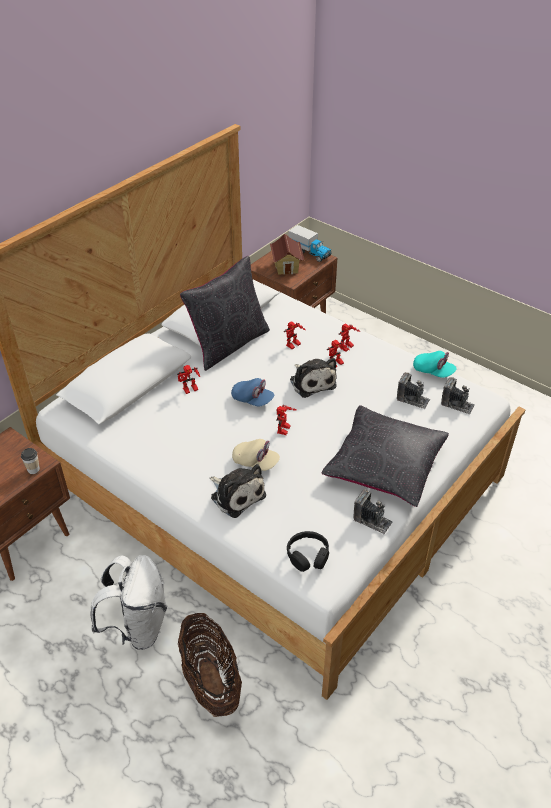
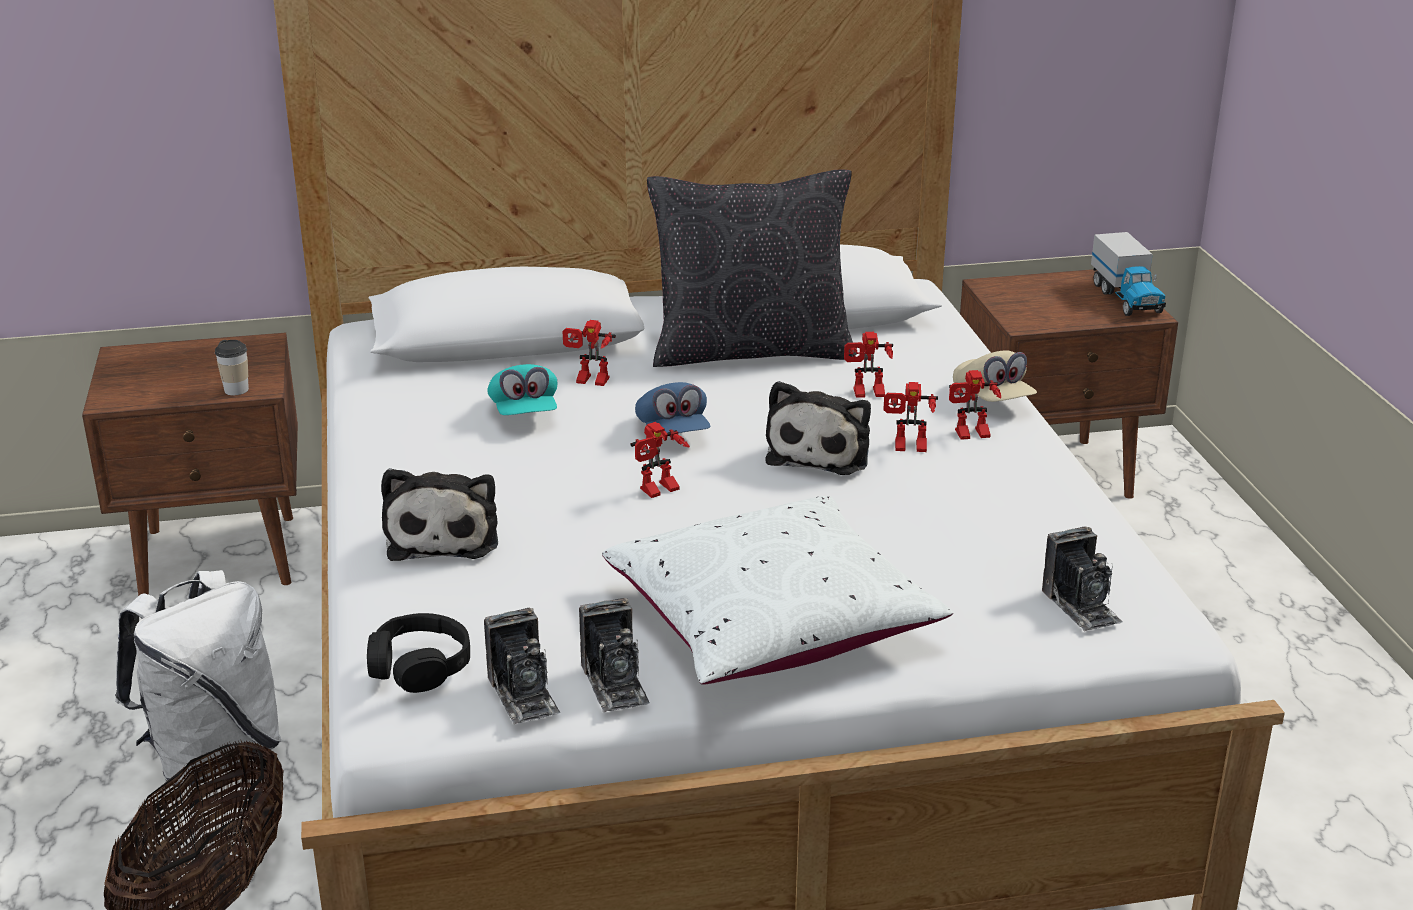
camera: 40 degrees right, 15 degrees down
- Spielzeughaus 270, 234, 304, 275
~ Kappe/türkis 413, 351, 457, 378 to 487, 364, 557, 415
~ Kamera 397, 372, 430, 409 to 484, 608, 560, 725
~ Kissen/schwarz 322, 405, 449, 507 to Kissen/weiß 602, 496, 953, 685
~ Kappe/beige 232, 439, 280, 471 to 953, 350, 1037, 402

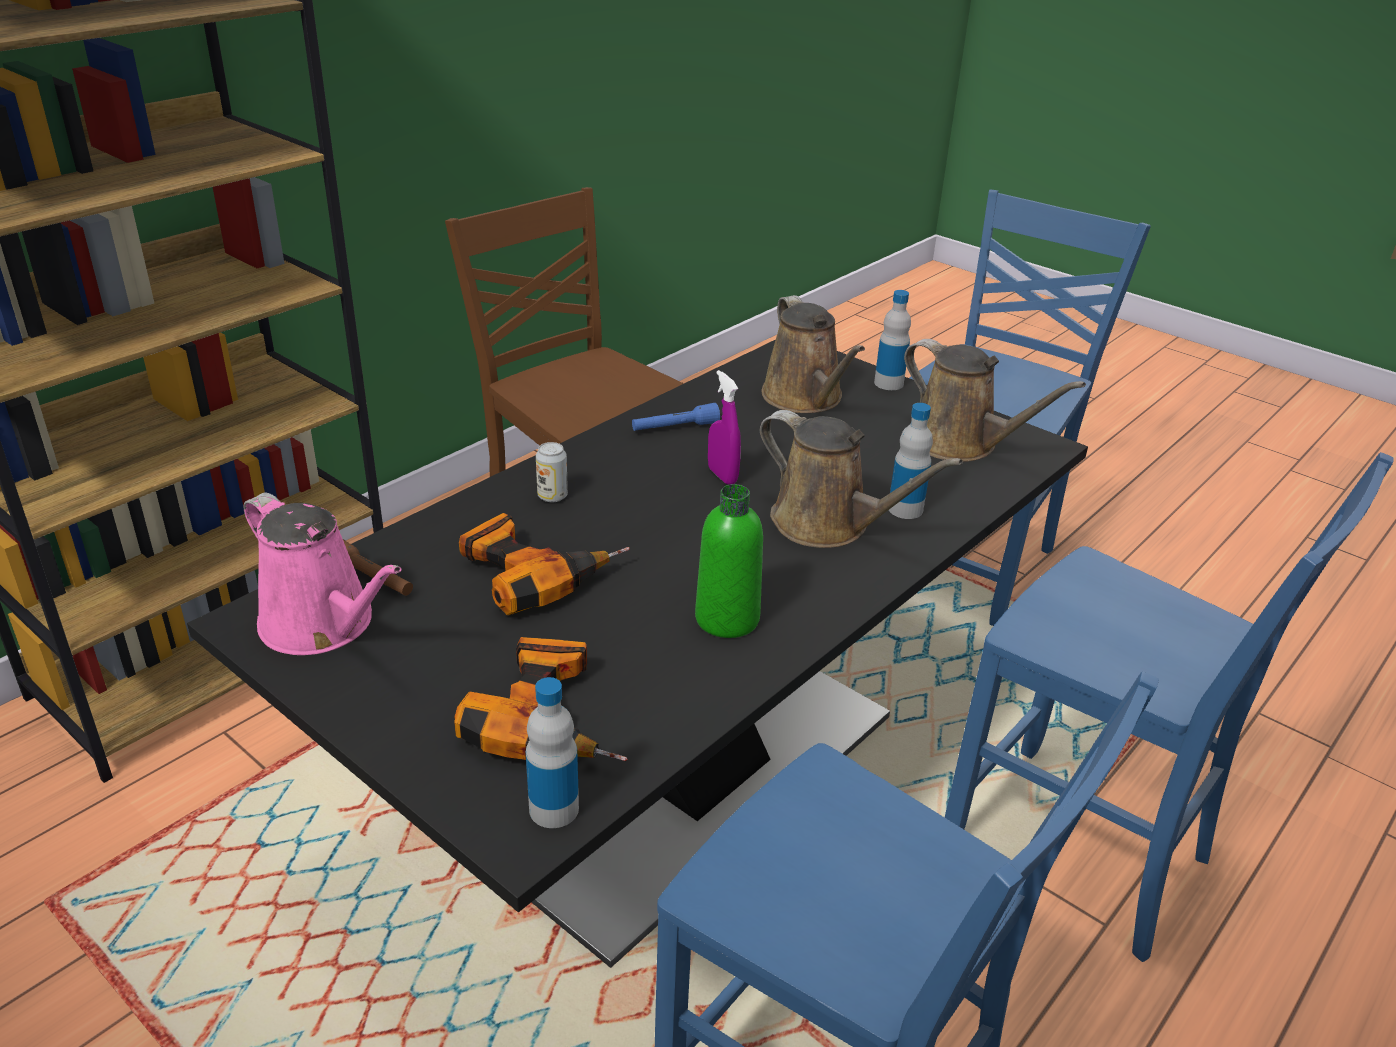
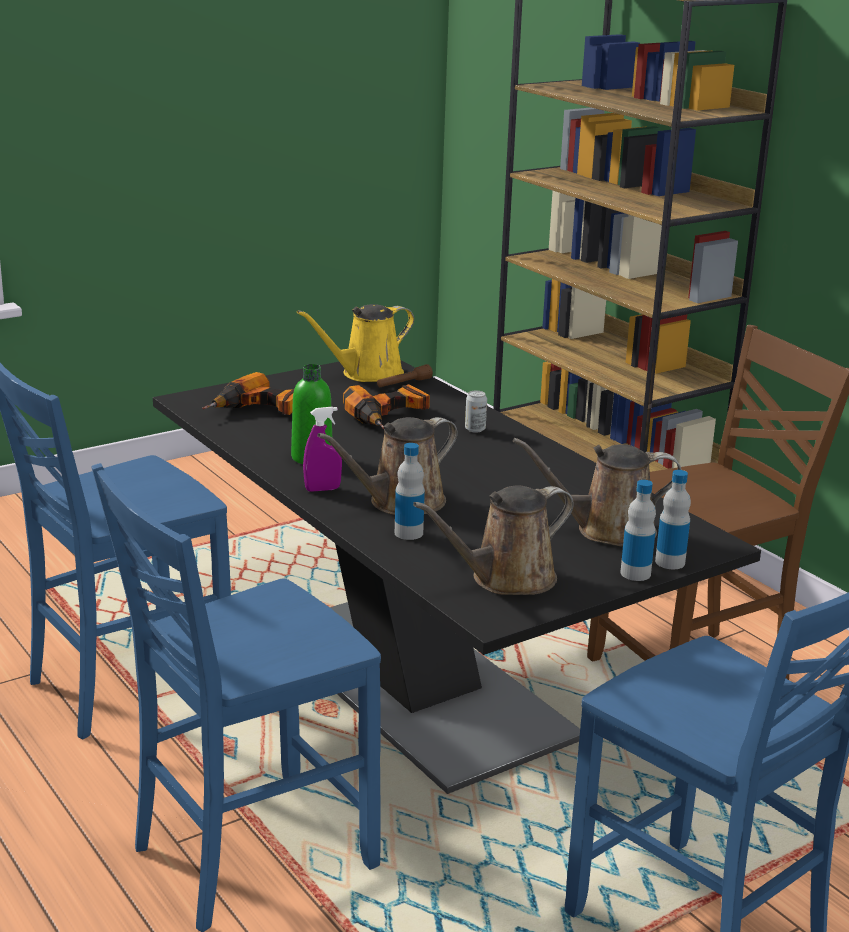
camera: 105 degrees right, 10 degrees down
~ Sprühflasche/lila 708, 370, 741, 485 to 303, 407, 342, 492
- Taschenlampe/blau 632, 403, 720, 431
~ Gießkanne/rosa 243, 492, 402, 655 to Gießkanne/gelb 297, 304, 414, 382
~ Flasche 526, 677, 579, 828 to 655, 470, 691, 569

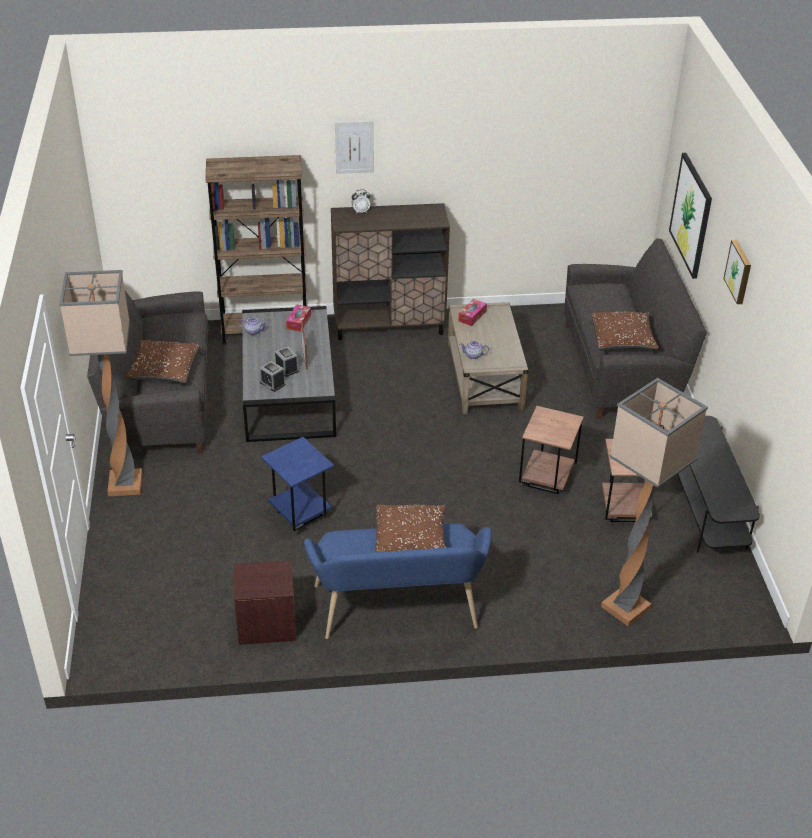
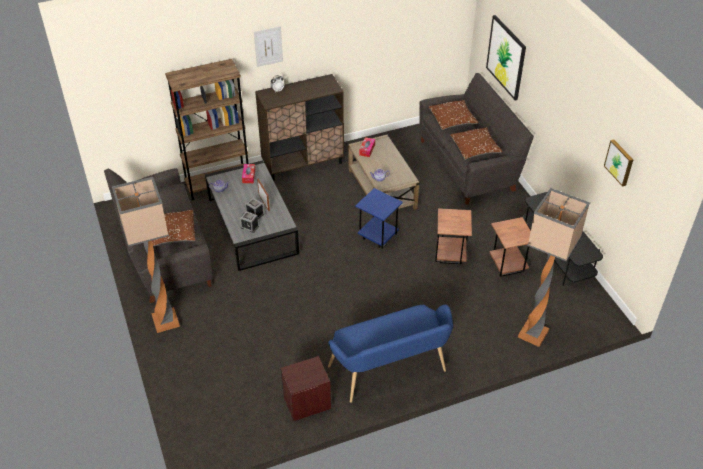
camera: 15 degrees left, 5 degrees up
~ Bild 723, 240, 751, 304 to 604, 139, 633, 187
~ Beistelltisch/blau 261, 437, 334, 531 to 355, 188, 403, 249
~ Kissen/braun 376, 505, 447, 552 to 428, 100, 479, 131

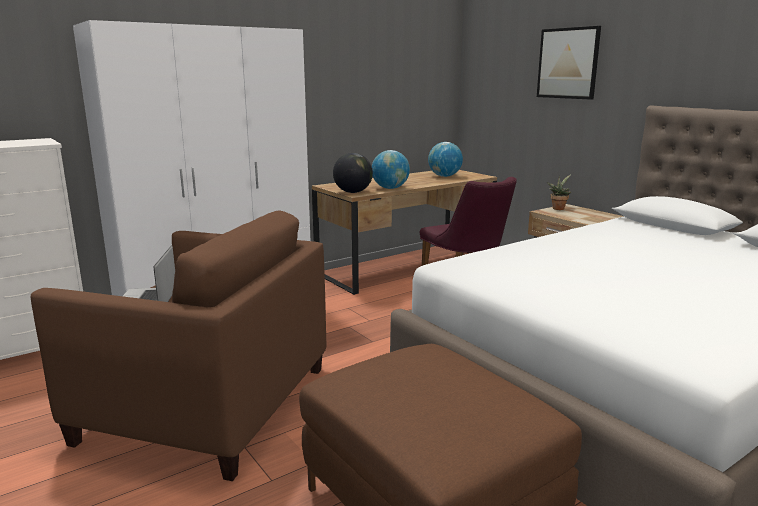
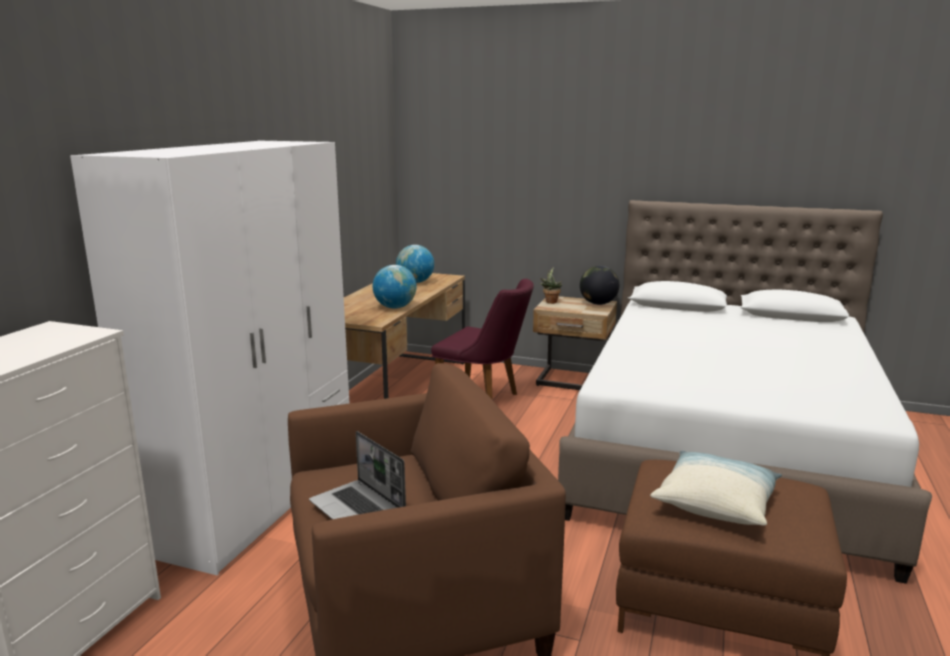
camera: 35 degrees left, 0 degrees up
- Bild 537, 26, 601, 100
~ Globus 333, 153, 373, 193 to 580, 266, 619, 305
+ Kissen 650, 450, 782, 526

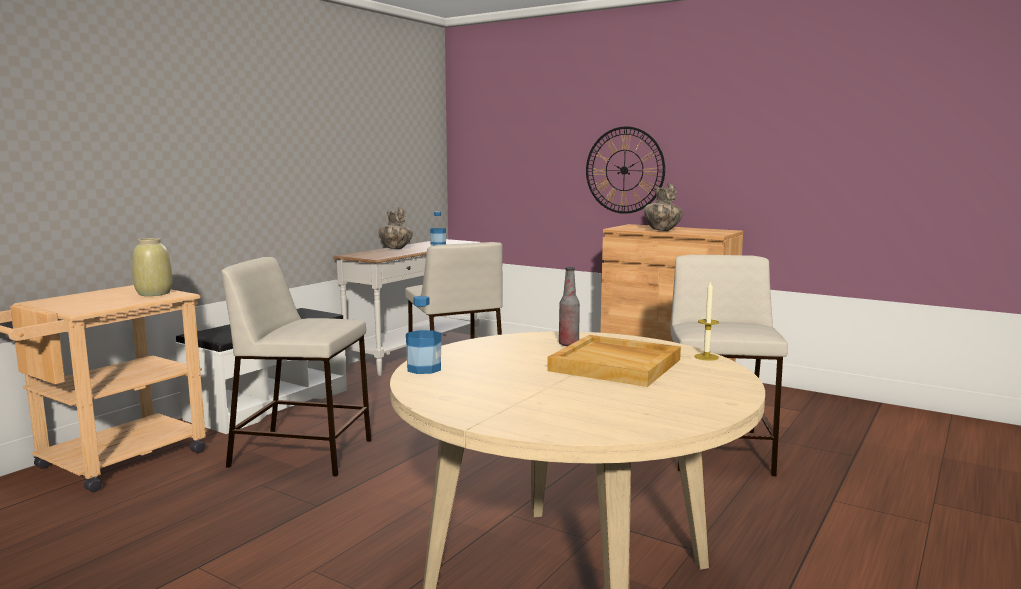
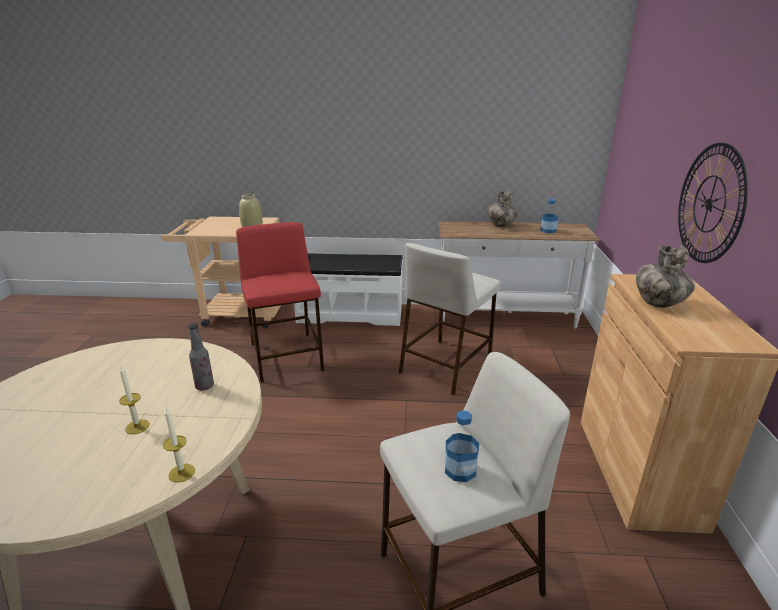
camera: 60 degrees right, 15 degrees up
~ Hocker/beige 221, 257, 371, 477 to Hocker/rot 236, 222, 324, 383
~ Flasche 406, 296, 441, 374 to 445, 410, 479, 482
~ Tablett/beige 547, 335, 681, 387 to Kerze 119, 366, 150, 434

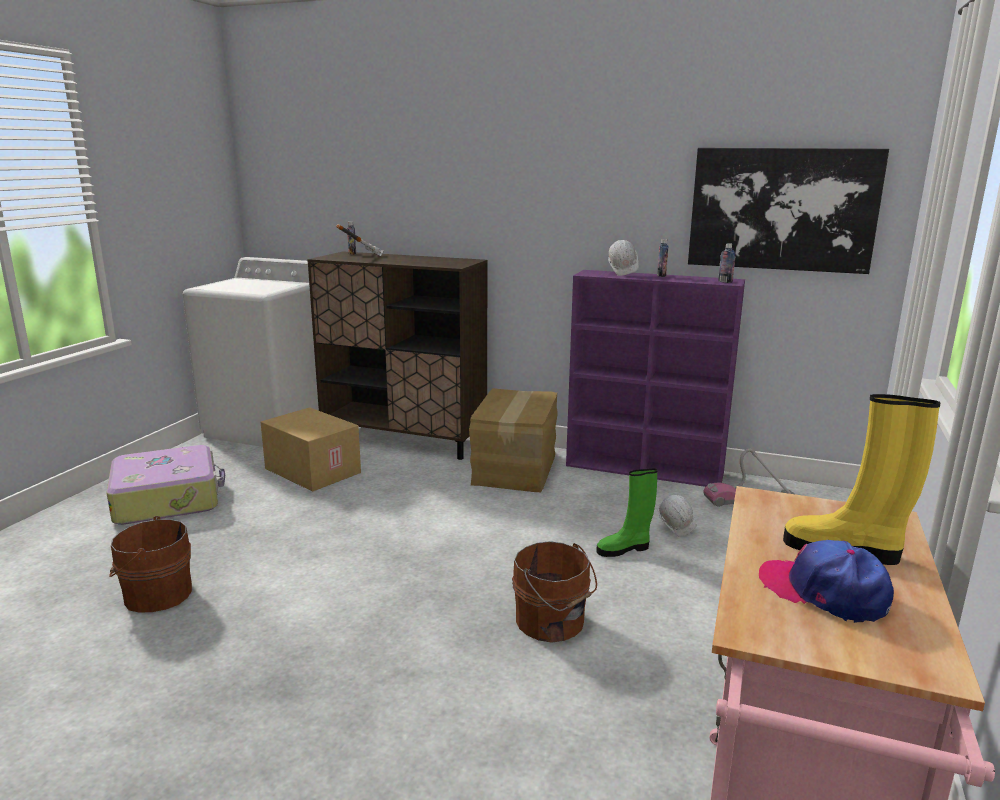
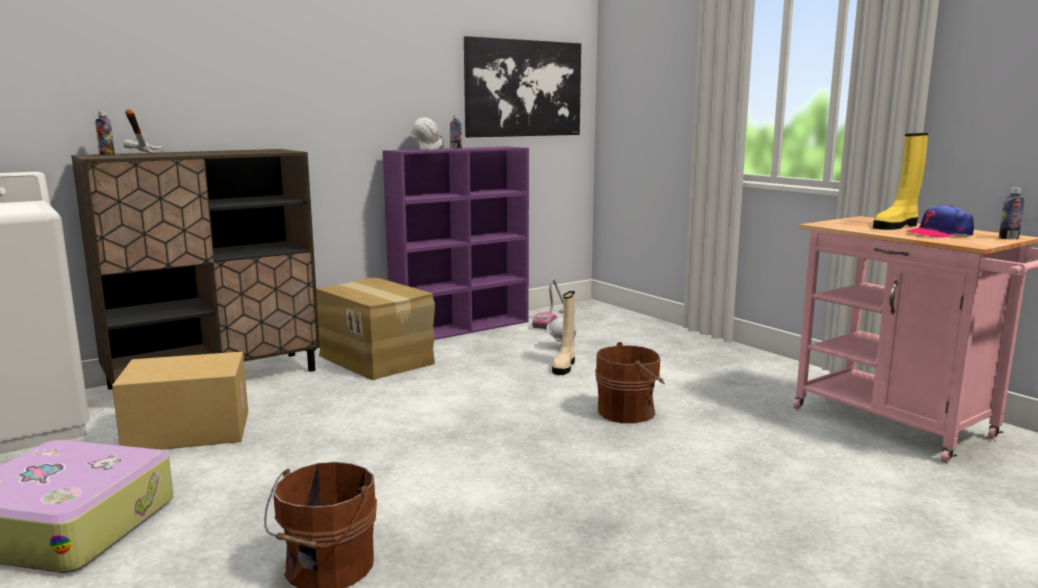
camera: 55 degrees left, 5 degrees down
~ Flasche 718, 243, 735, 283 to 999, 188, 1024, 239
~ Stiefel/grün 596, 468, 658, 557 to Stiefel/beige 552, 291, 575, 375

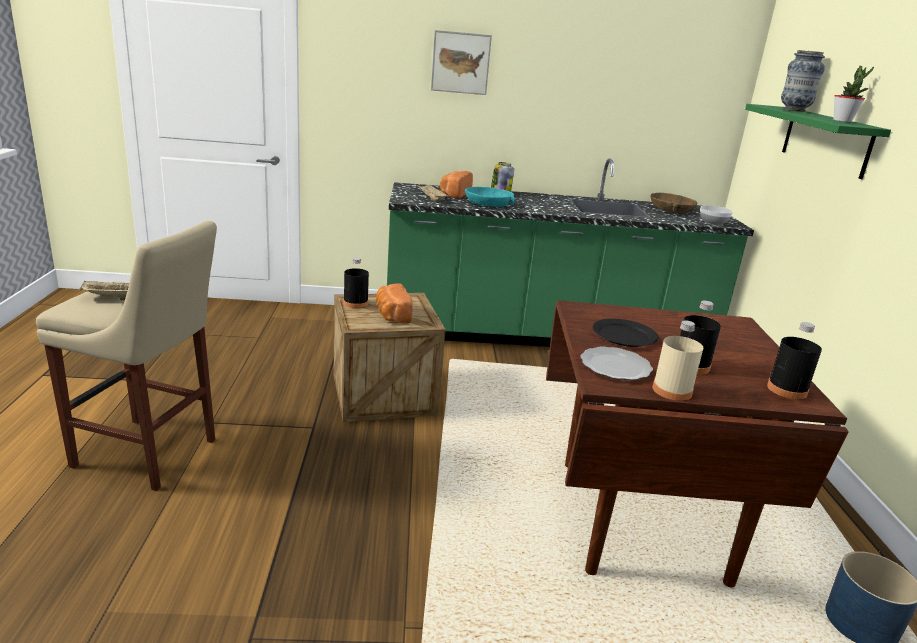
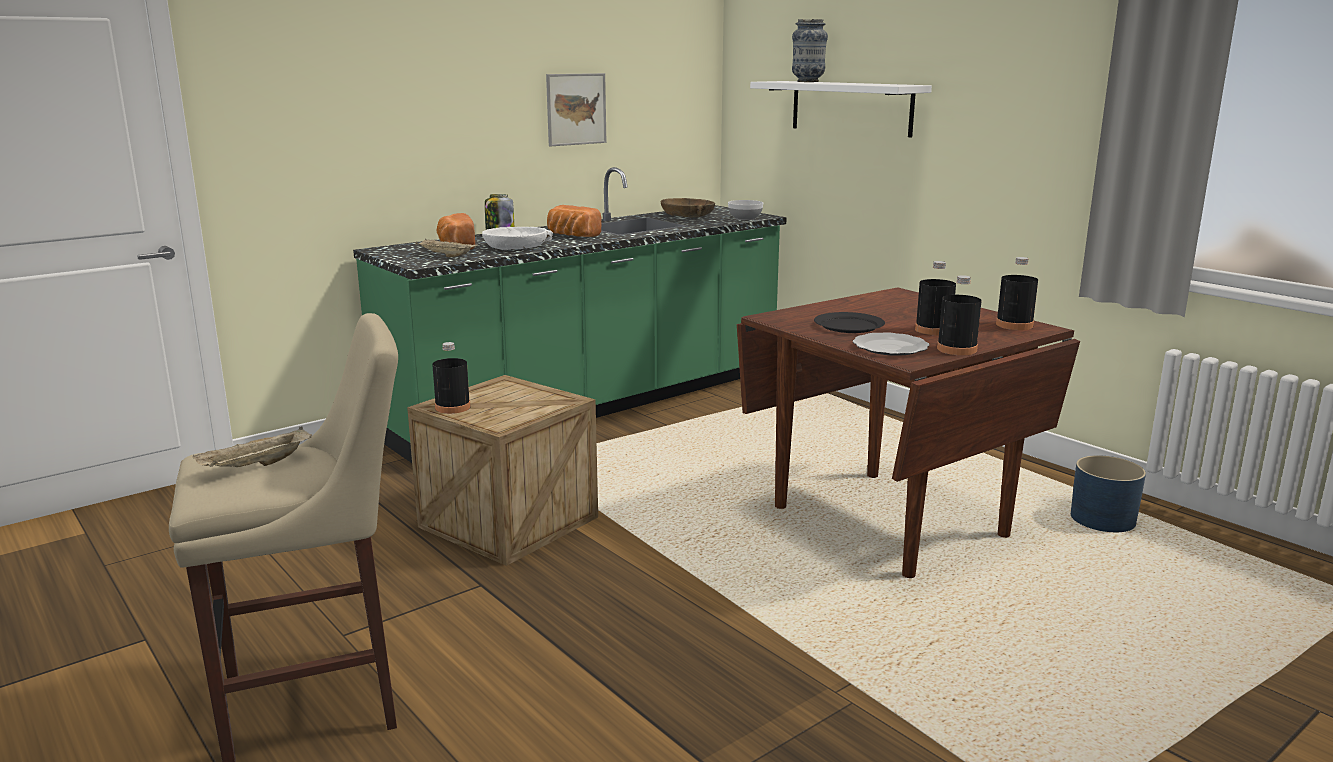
camera: 35 degrees left, 5 degrees down
~ Bild 431, 30, 492, 95 to 546, 73, 607, 147
- Topfpflanze 833, 66, 874, 122
~ Wandregal/grün 745, 104, 891, 179 to Wandregal/weiß 750, 81, 932, 137
~ Schüssel/türkis 465, 187, 515, 207 to Schüssel/weiß 482, 227, 553, 250
~ Brot 376, 283, 413, 323 to 547, 205, 602, 237
~ Flasche/beige 652, 320, 703, 401 to Flasche/schwarz 937, 275, 982, 355

